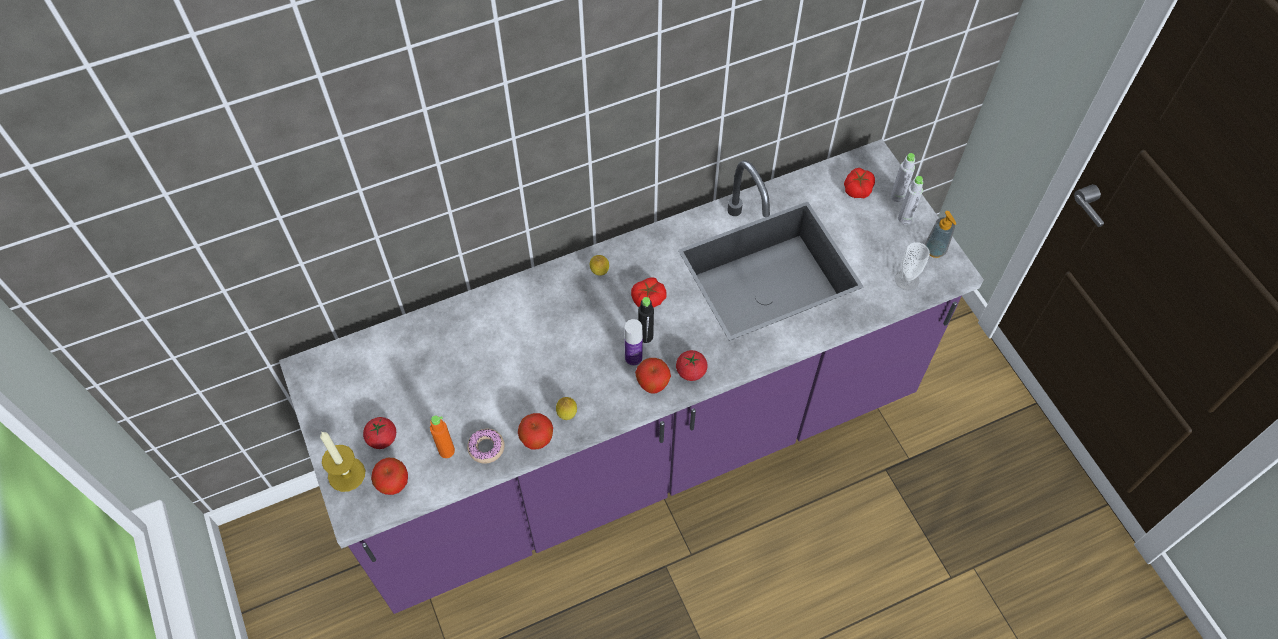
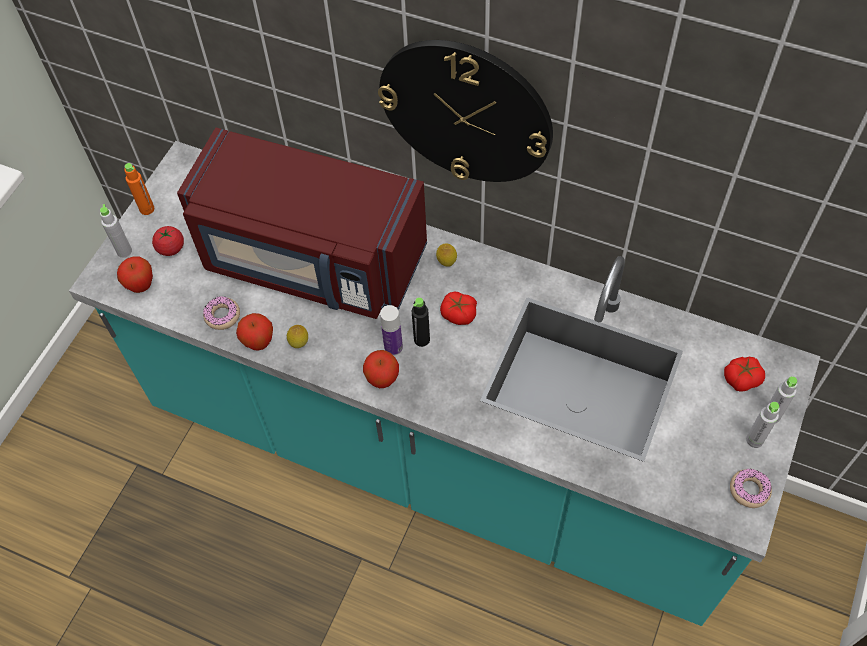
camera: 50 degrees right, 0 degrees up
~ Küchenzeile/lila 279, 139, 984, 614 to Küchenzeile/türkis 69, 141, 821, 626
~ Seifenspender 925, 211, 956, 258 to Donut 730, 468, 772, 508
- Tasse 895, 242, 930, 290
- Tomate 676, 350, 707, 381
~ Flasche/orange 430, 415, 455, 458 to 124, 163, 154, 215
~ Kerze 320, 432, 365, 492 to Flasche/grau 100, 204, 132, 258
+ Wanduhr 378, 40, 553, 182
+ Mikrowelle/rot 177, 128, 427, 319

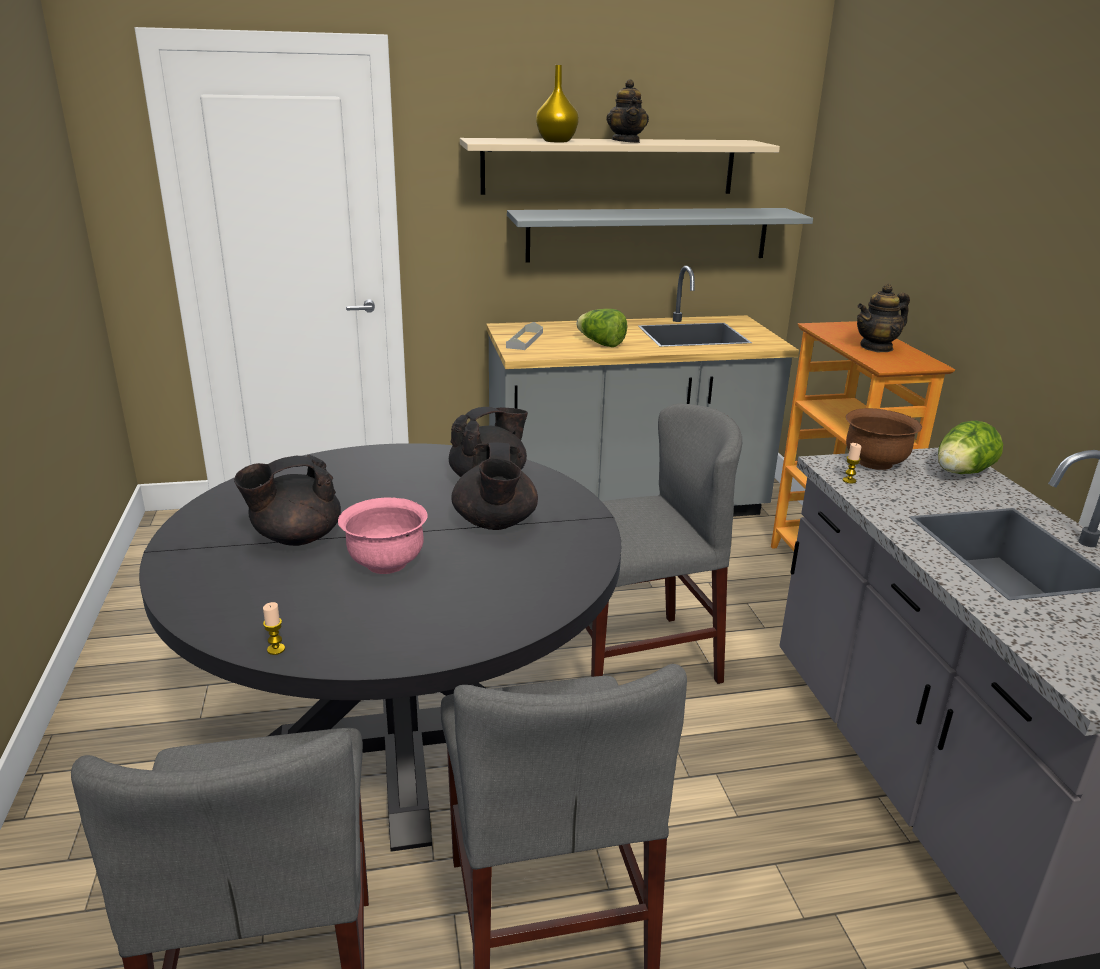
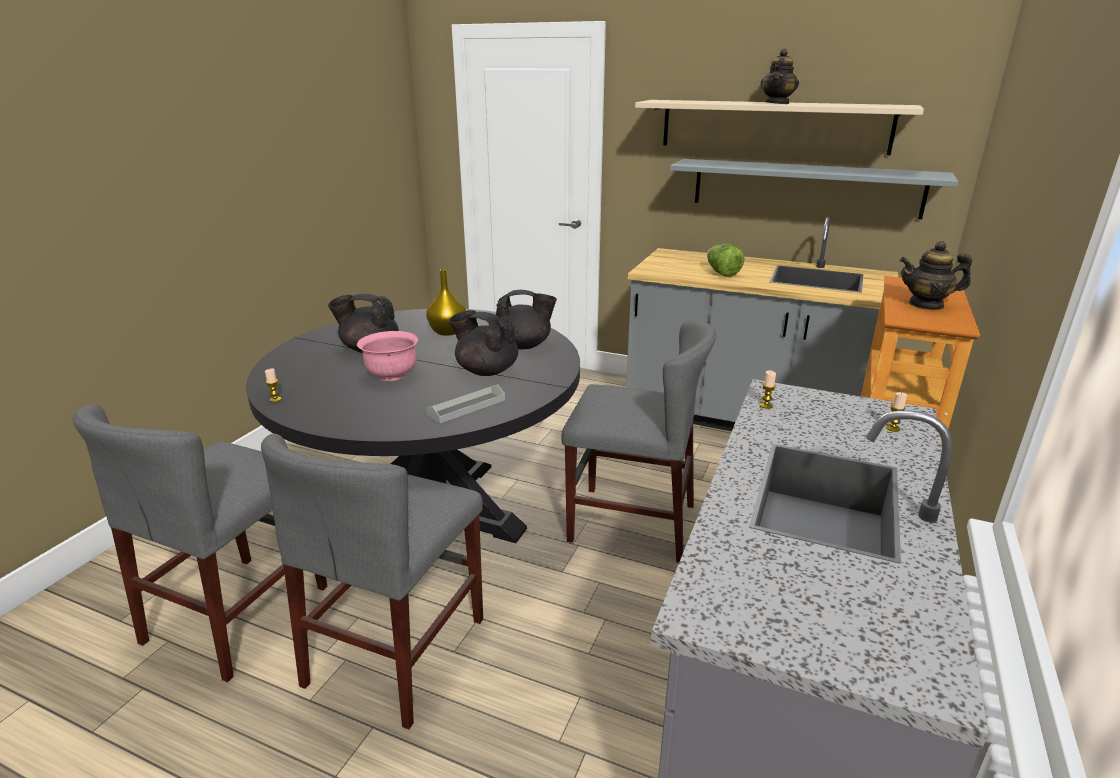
camera: 35 degrees right, 0 degrees up
~ Vase/gelb 536, 65, 579, 143 to 426, 269, 466, 336
~ Tablett/grau 506, 322, 543, 350 to 426, 384, 505, 423
- Schüssel/braun 846, 408, 922, 470
~ Salatkopf 938, 420, 1003, 474 to Kerze 886, 392, 907, 432
~ Teekanne/schwarz 451, 443, 538, 530 = 449, 310, 518, 376 90 degrees clockwise

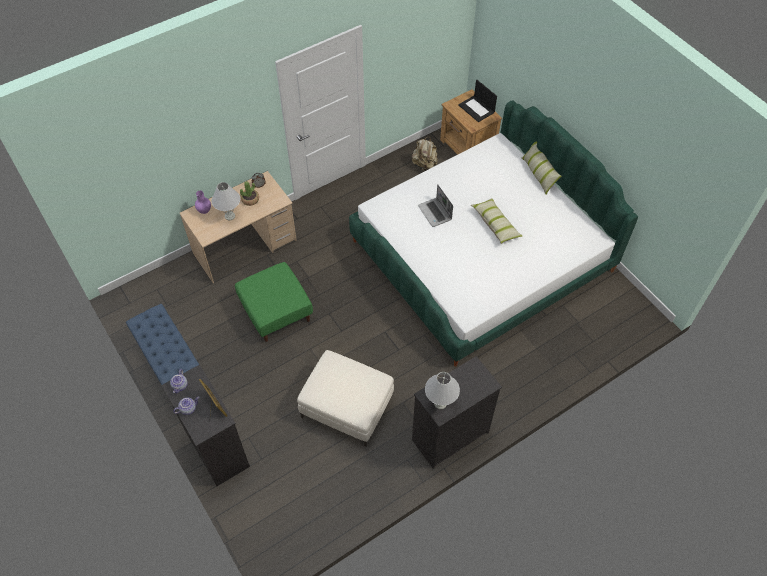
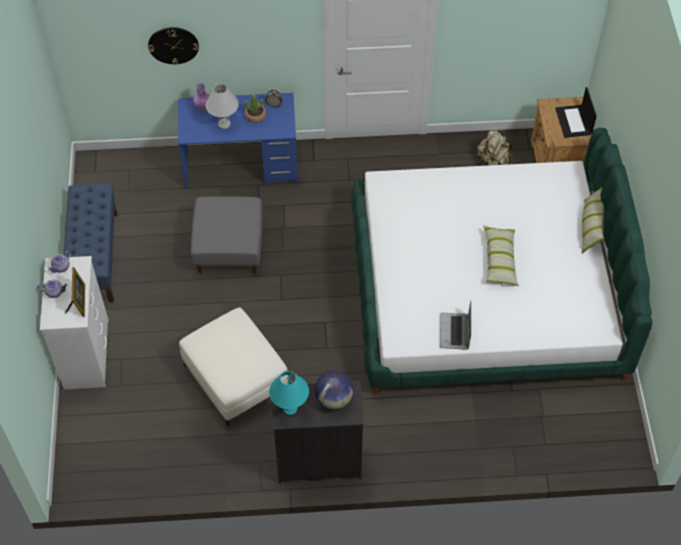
camera: 30 degrees right, 0 degrees up
~ Schreibtisch/beige 180, 171, 297, 283 to Schreibtisch/blau 178, 93, 298, 189
~ Laptop 418, 185, 453, 227 to 440, 300, 471, 350
~ Polsterhocker/grün 235, 262, 313, 342 to Polsterhocker/grau 191, 196, 263, 274
~ Kommode/schwarz 161, 365, 250, 486 to Kommode/weiß 40, 256, 109, 389
~ Tischlampe/weiß 425, 372, 460, 409 to Tischlampe/türkis 269, 371, 309, 415
+ Wanduhr 148, 27, 199, 65
+ Globus 315, 370, 354, 409

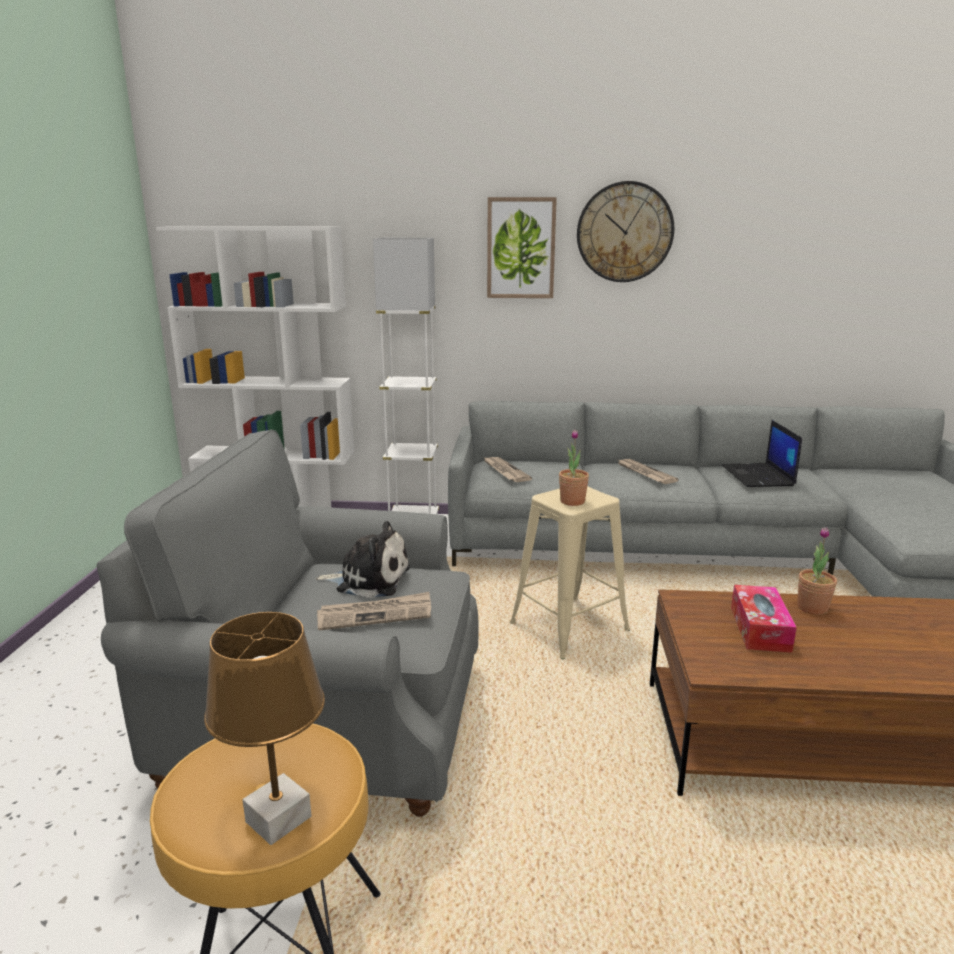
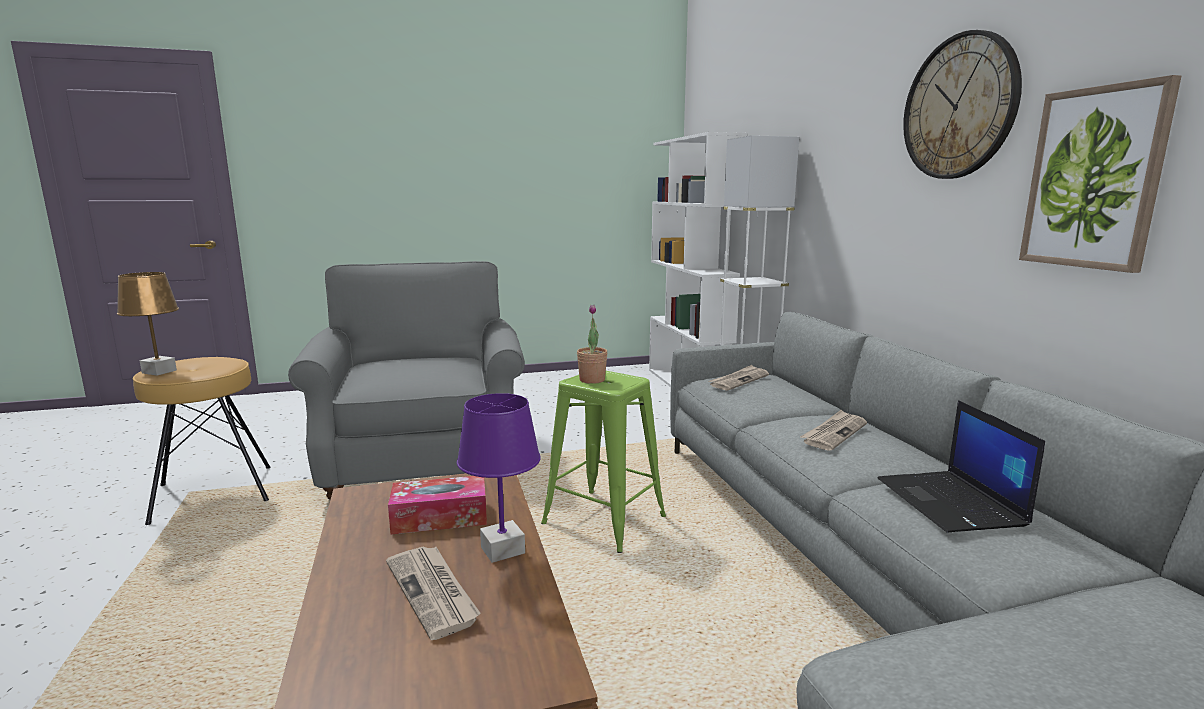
camera: 70 degrees right, 5 degrees down
~ Bild 487, 197, 557, 298 to 1019, 75, 1181, 273
~ Laptop 722, 420, 802, 487 = 878, 400, 1045, 533 75 degrees counterclockwise
~ Hocker/beige 510, 486, 630, 659 to Hocker/grün 541, 371, 666, 553
- Plüschtier 315, 521, 410, 598
~ Topfpflanze 797, 527, 837, 615 to Tischlampe/lila 457, 393, 541, 563
~ Zeitung 317, 592, 431, 630 to 386, 547, 481, 640

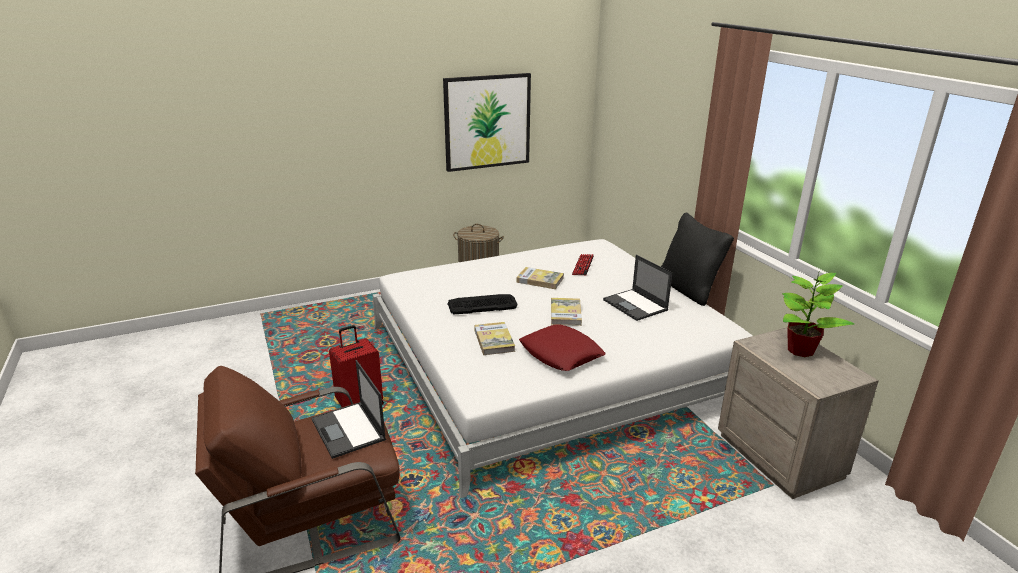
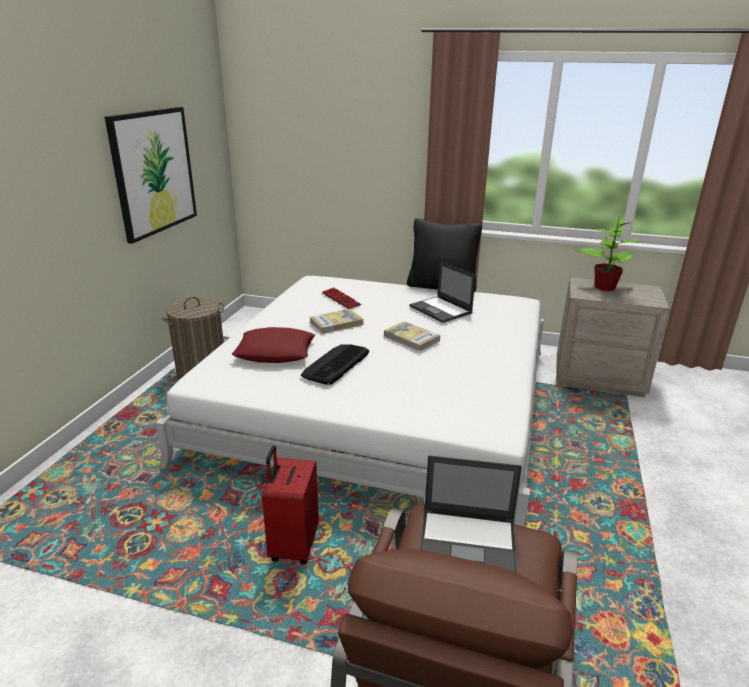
camera: 50 degrees left, 0 degrees up
~ Laptop 603, 254, 673, 321 = 409, 261, 476, 323 45 degrees clockwise
- Buch 474, 322, 515, 355
~ Kissen/rot 519, 324, 606, 371 to 232, 327, 315, 363

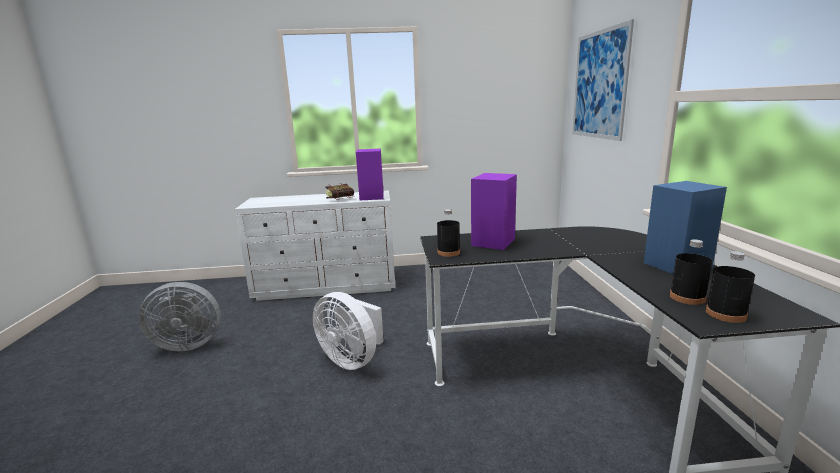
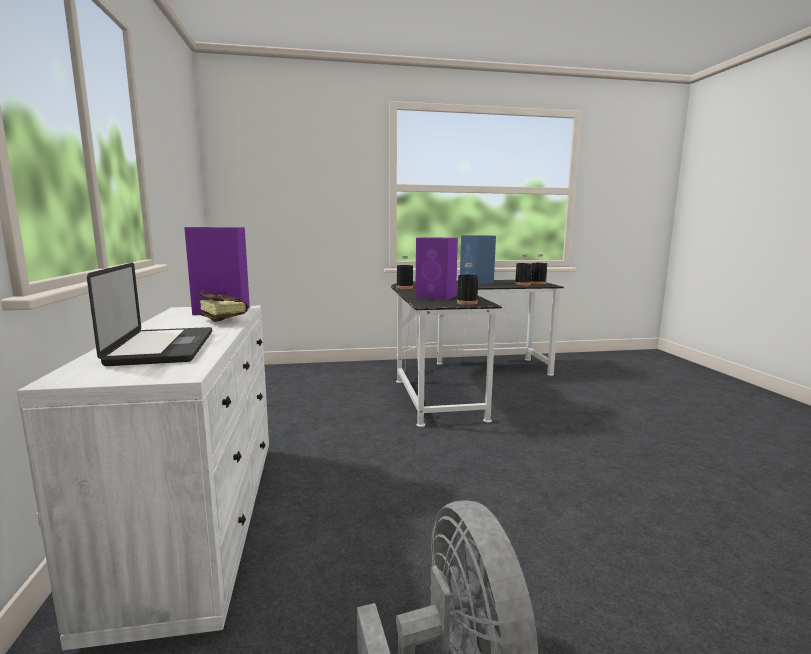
camera: 95 degrees left, 5 degrees down
- Bild 572, 19, 634, 141
- Ventilator/weiß 313, 292, 384, 370
+ Flasche/schwarz 397, 256, 413, 289
+ Laptop 87, 263, 212, 366

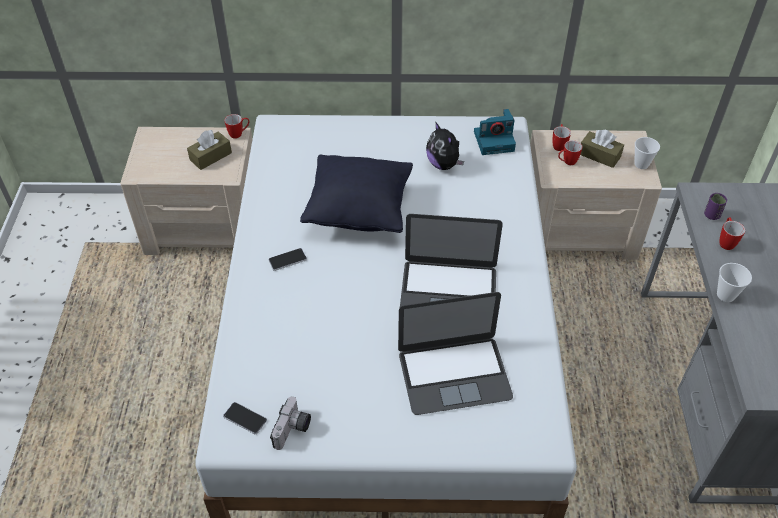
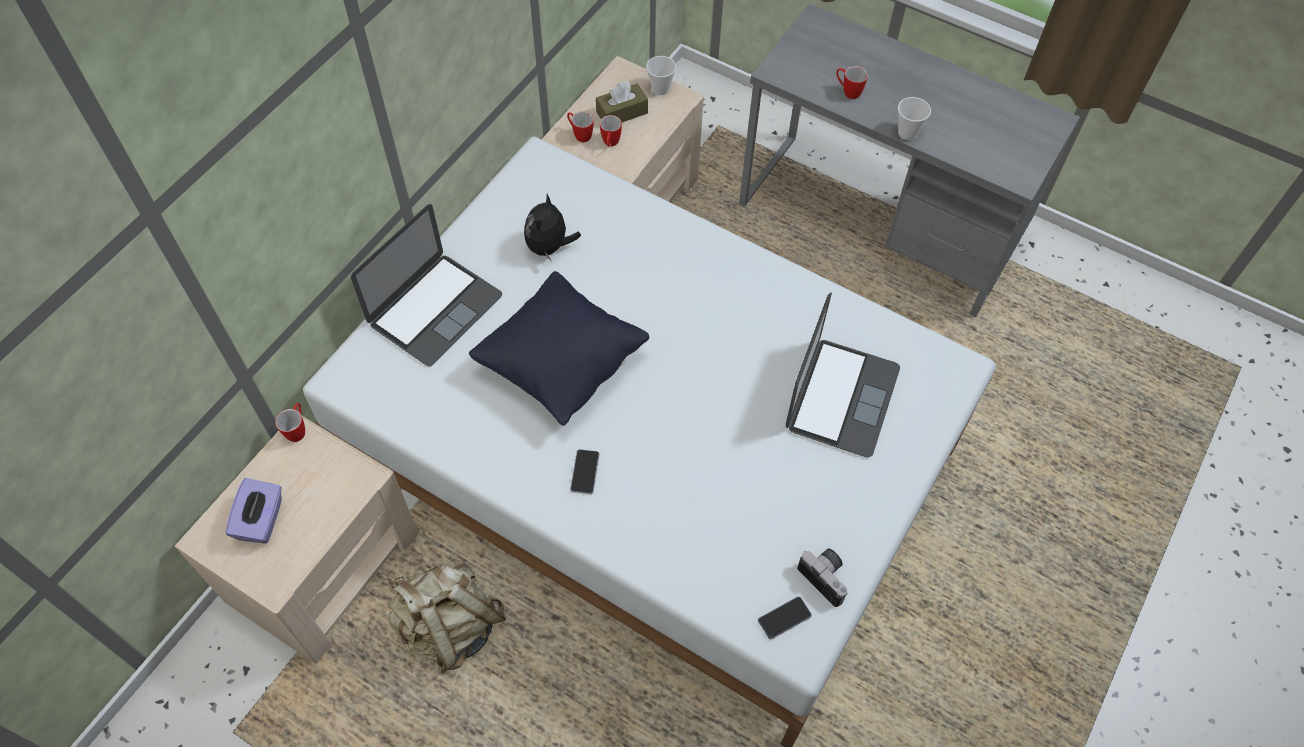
camera: 60 degrees left, 10 degrees up
- Kamera 474, 109, 516, 155
~ Plüschtier 426, 121, 464, 170 = 524, 194, 581, 261 105 degrees clockwise
- Taschentuchbox/braun 187, 130, 232, 170
- Tasse/lila 704, 193, 727, 220
~ Laptop 400, 214, 503, 307 to 351, 204, 502, 366
+ Taschentuchbox/lila 226, 478, 282, 544
+ Rucksack/beige 388, 563, 506, 673

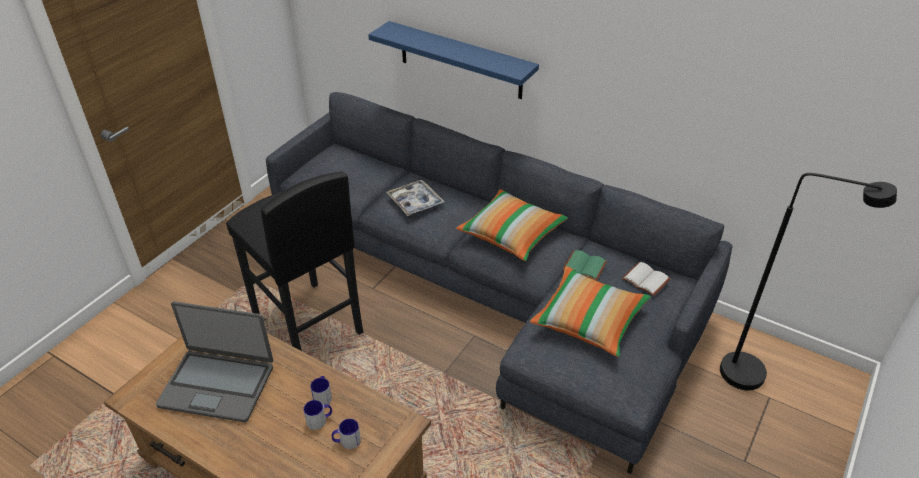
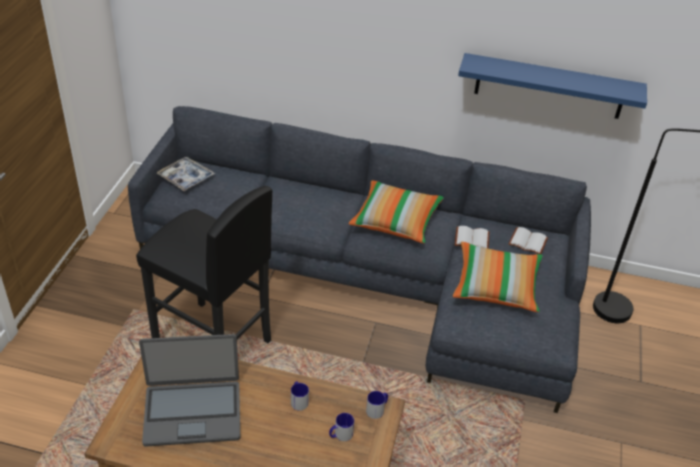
camera: 20 degrees left, 0 degrees up
~ Wandregal/blau 368, 21, 539, 99 to 458, 53, 647, 119
~ Tablett 386, 180, 444, 216 to 157, 157, 215, 192
~ Buch/grün 562, 250, 607, 281 to Buch/weiß 455, 226, 489, 248
~ Henkelbecher 303, 400, 332, 430 to 366, 391, 388, 419

